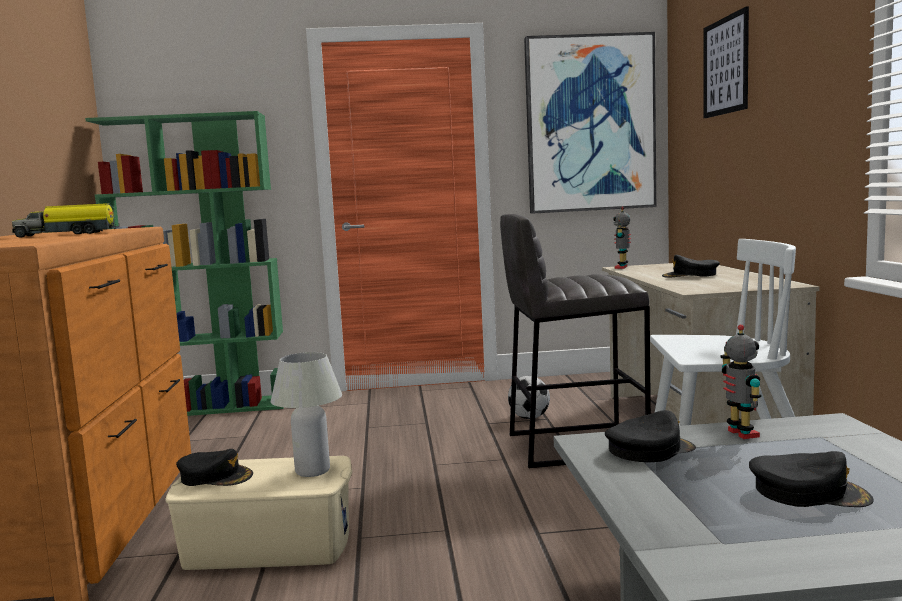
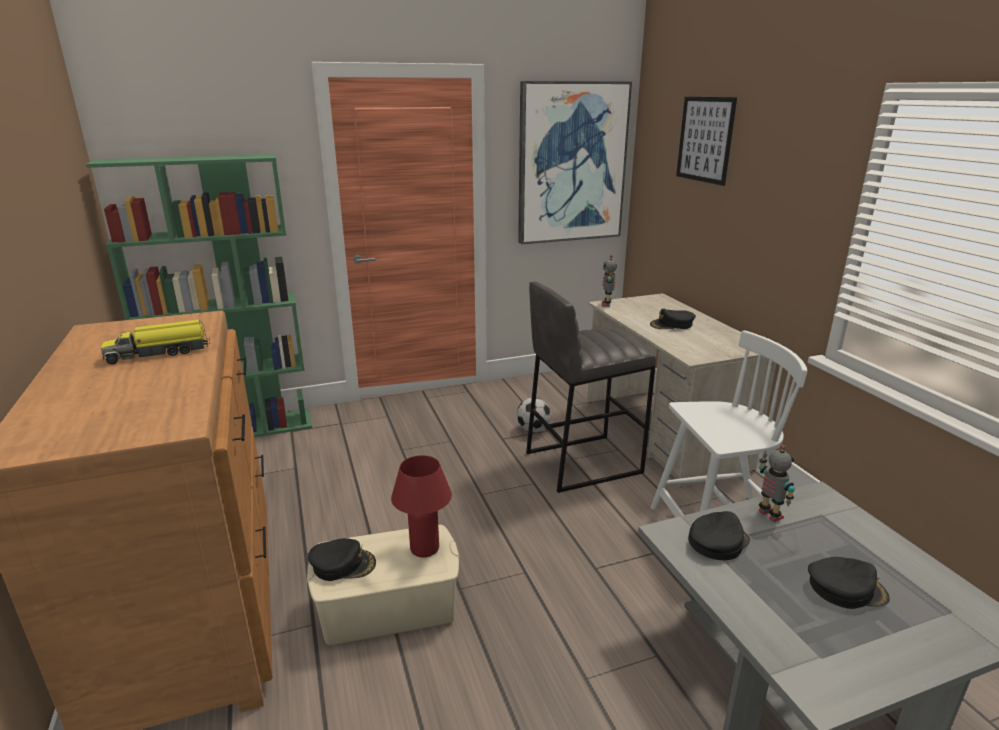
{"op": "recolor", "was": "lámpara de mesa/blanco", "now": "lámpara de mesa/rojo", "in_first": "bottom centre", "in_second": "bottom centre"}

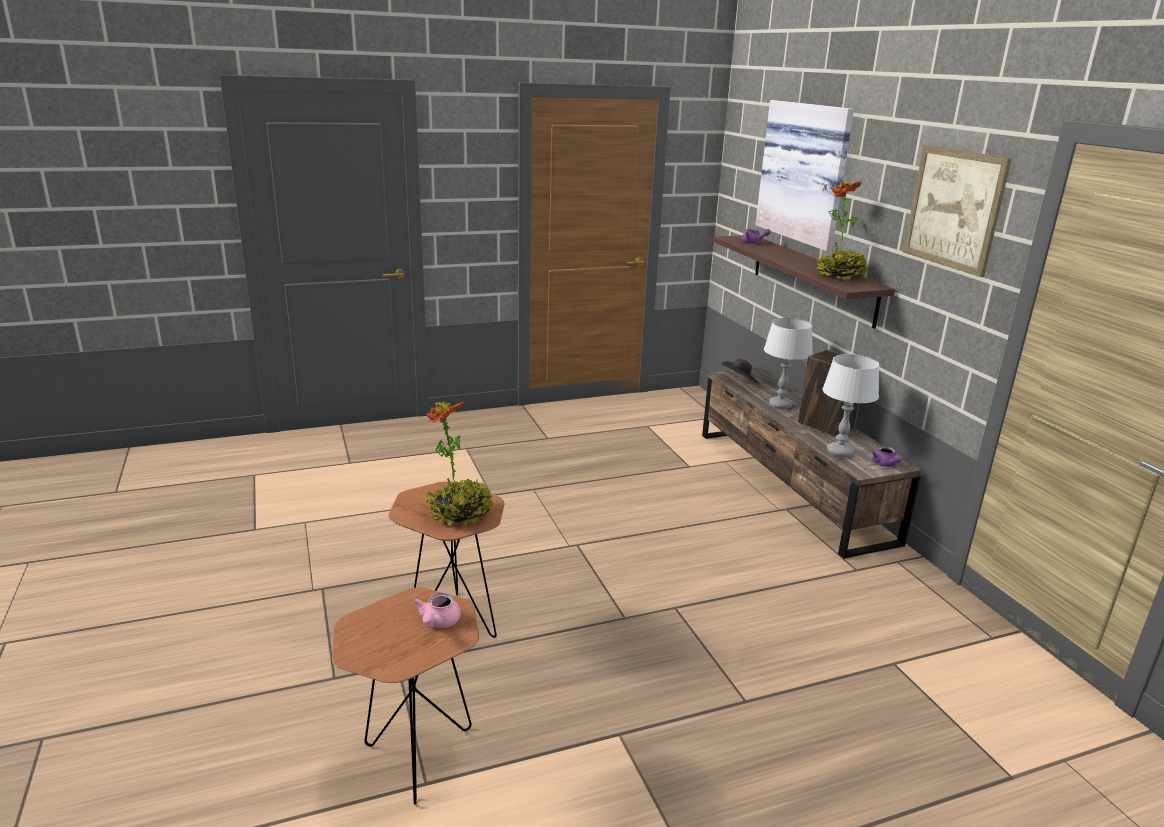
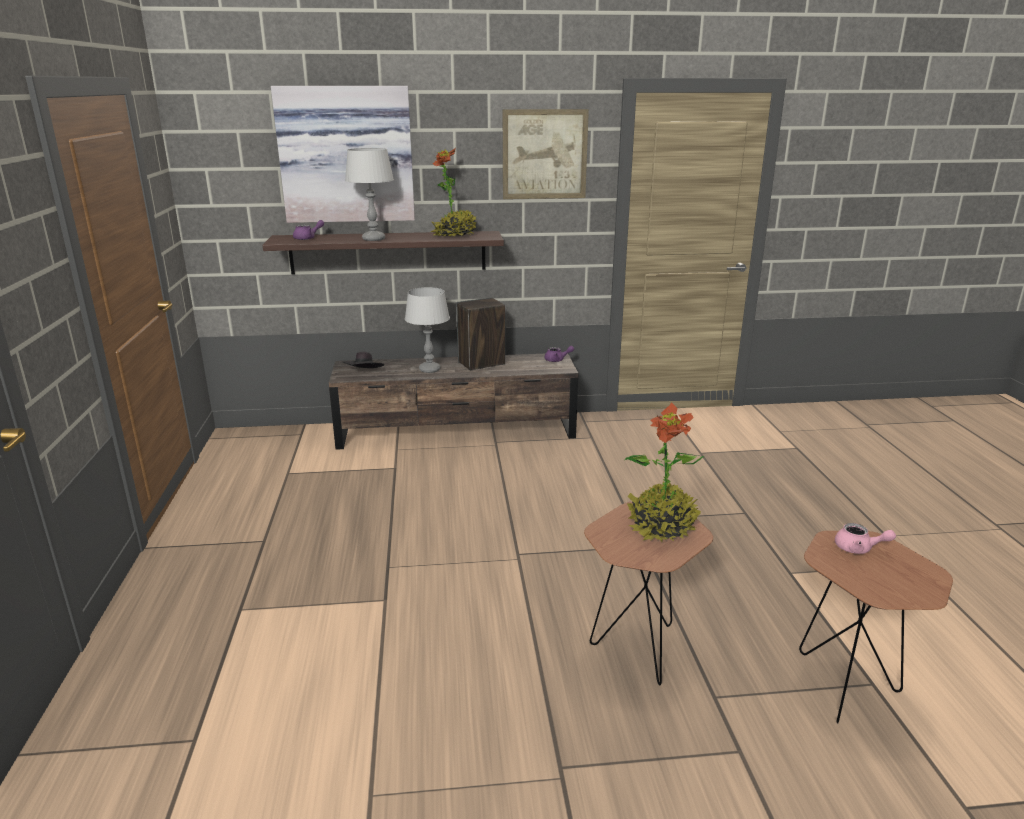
{"op": "move", "was": "lámpara de mesa/gris (2nd from left in the first image)", "now": "lámpara de mesa/gris (1st from left)", "in_first": "middle right", "in_second": "top centre"}

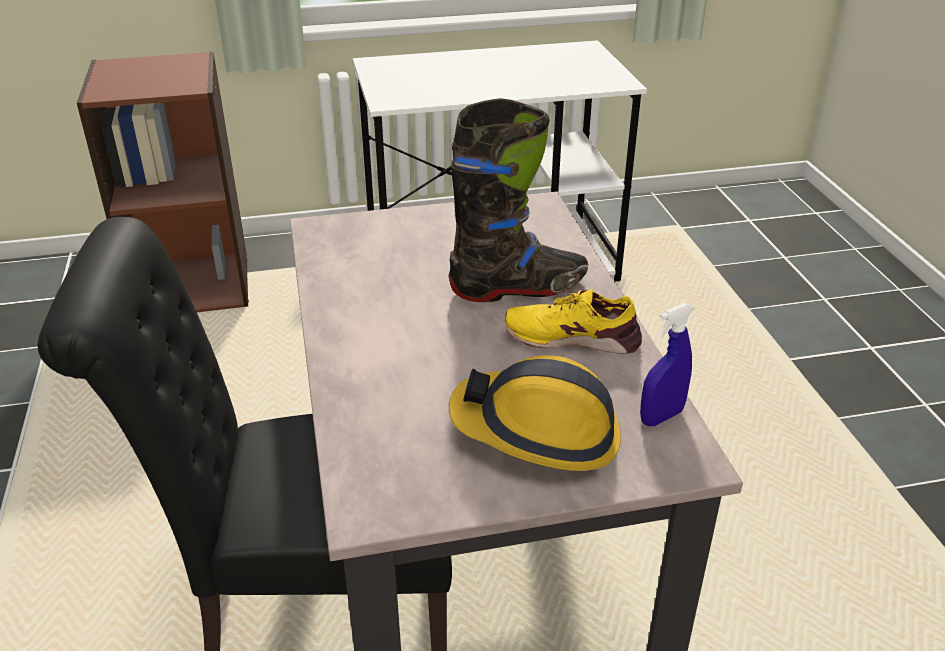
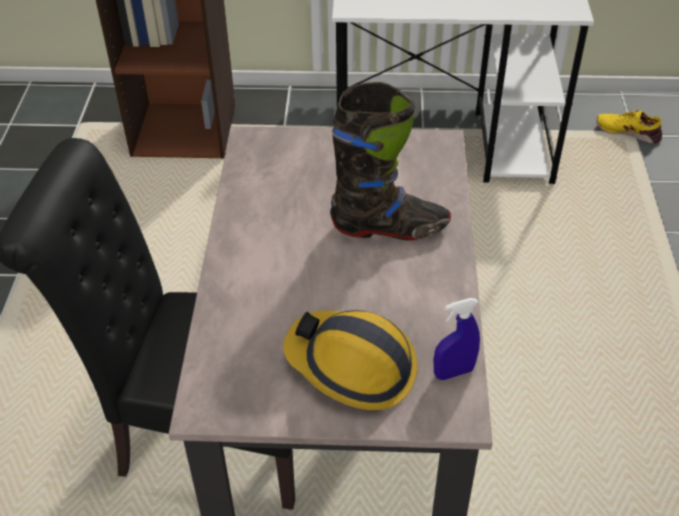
{"op": "move", "was": "zapato/amarillo", "in_first": "centre", "in_second": "top right"}

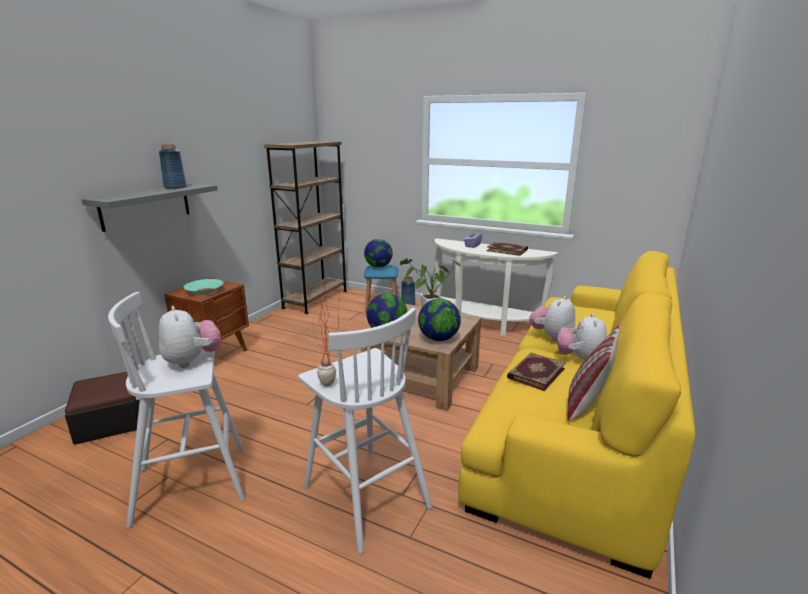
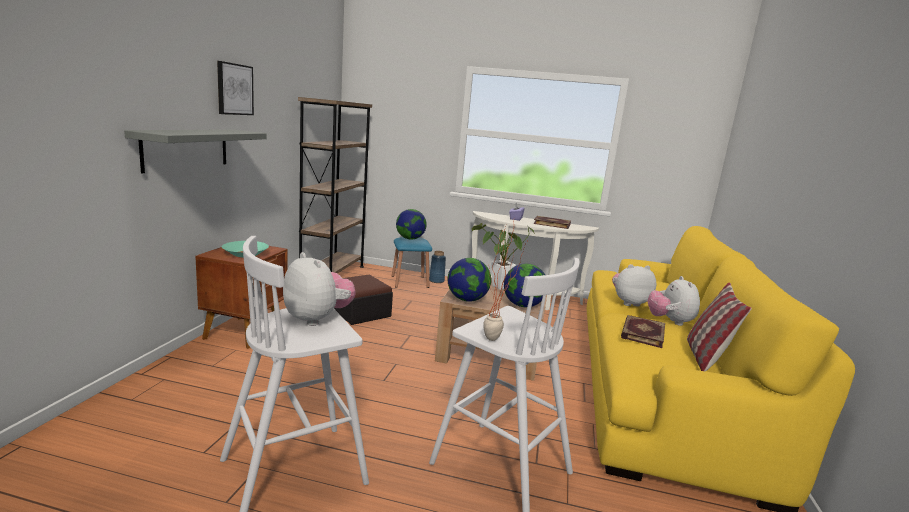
{"op": "delete", "was": "florero/azul (1st from left)", "in_first": "top left"}
{"op": "insert", "now": "cuadro", "in_second": "top left"}
{"op": "move", "was": "puf", "in_first": "bottom left", "in_second": "centre"}
{"op": "rotate", "was": "peluche (2nd from left)", "in_first": "middle right", "in_second": "middle right", "clockwise": 60}

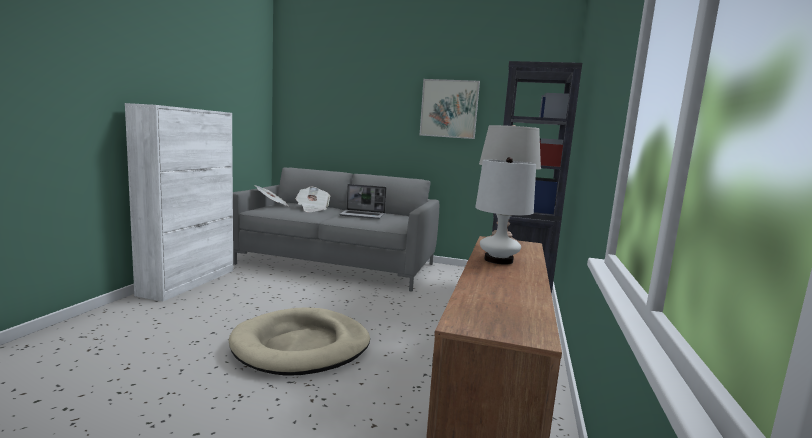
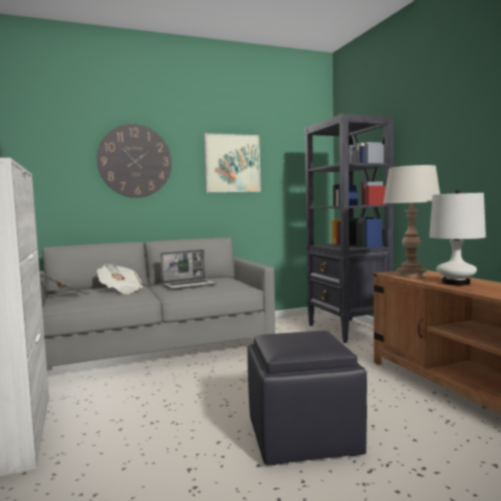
{"op": "insert", "now": "reloj de pared", "in_second": "top left"}
{"op": "replace", "was": "cama para perro/beis", "now": "puf/negro", "in_first": "bottom centre", "in_second": "bottom centre"}

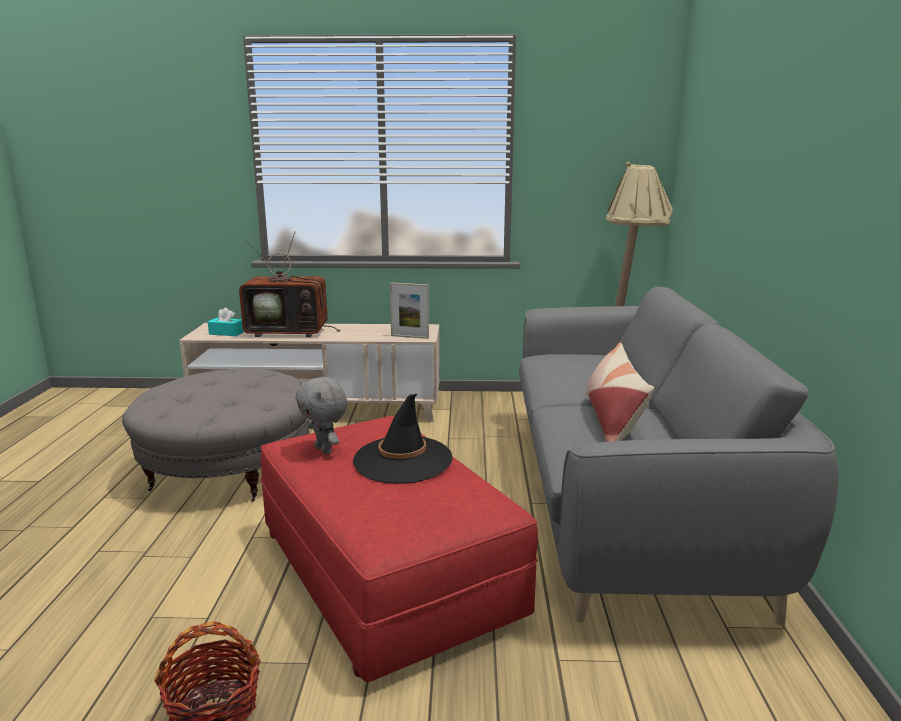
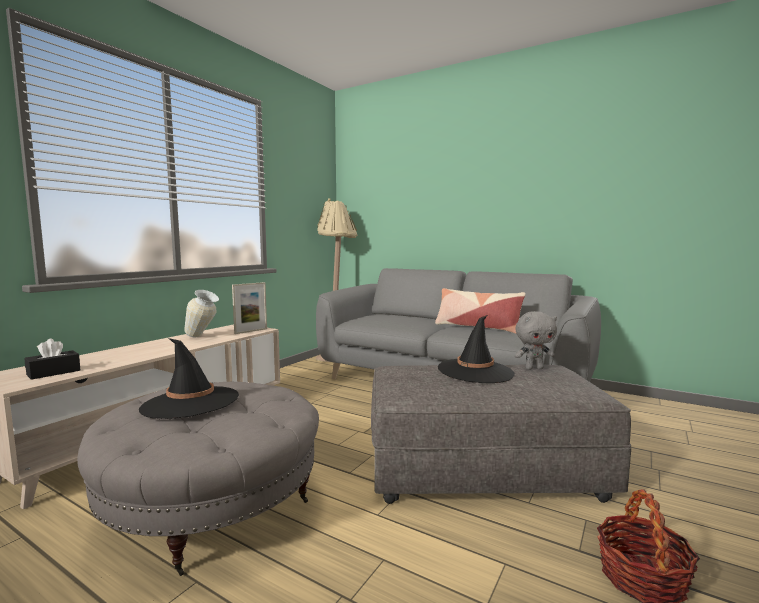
{"op": "delete", "was": "televisor", "in_first": "middle left"}
{"op": "insert", "now": "sombrero/negro (1st from left)", "in_second": "middle left"}
{"op": "insert", "now": "florero", "in_second": "middle left"}
{"op": "move", "was": "peluche/gris", "in_first": "centre", "in_second": "middle right"}
{"op": "recolor", "was": "caja de pañuelos/turquesa", "now": "caja de pañuelos/negro", "in_first": "middle left", "in_second": "middle left"}
{"op": "recolor", "was": "puf/rojo", "now": "puf/gris (2nd from left)", "in_first": "bottom centre", "in_second": "bottom centre"}

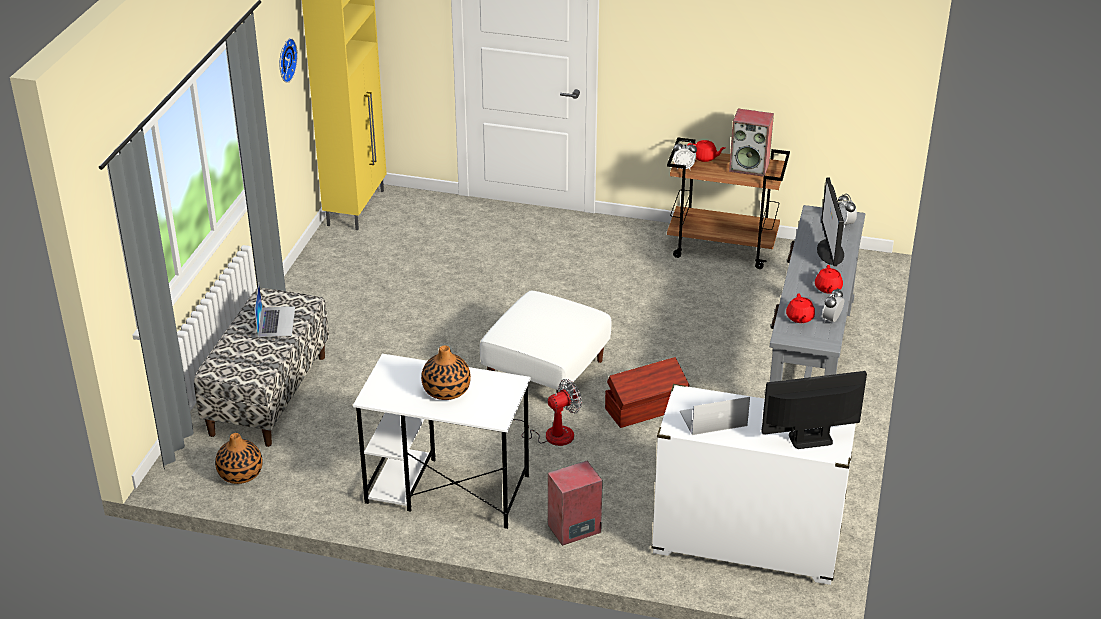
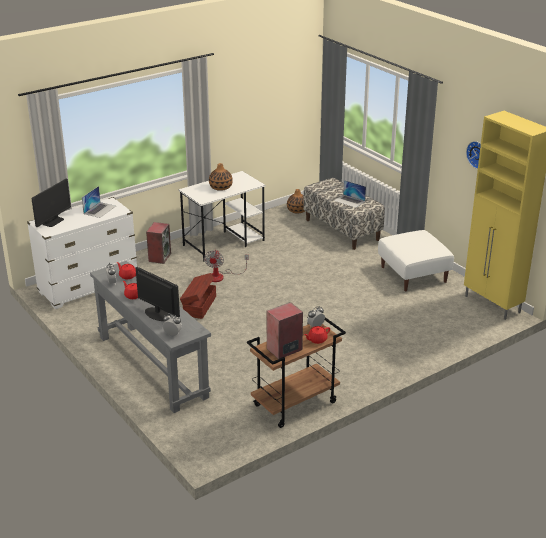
{"op": "move", "was": "puf/blanco", "in_first": "centre", "in_second": "middle right"}

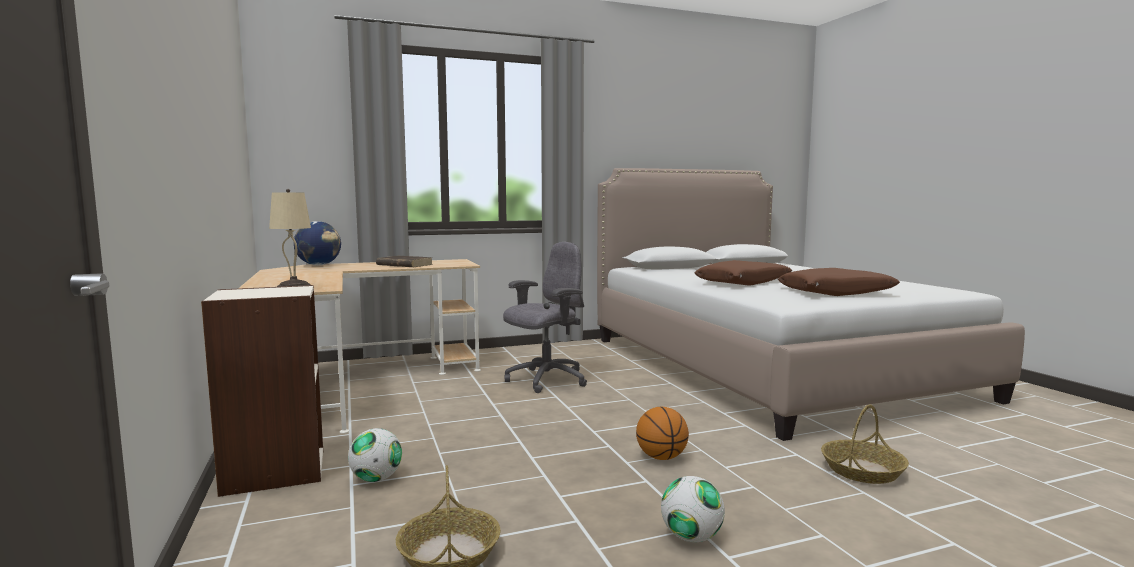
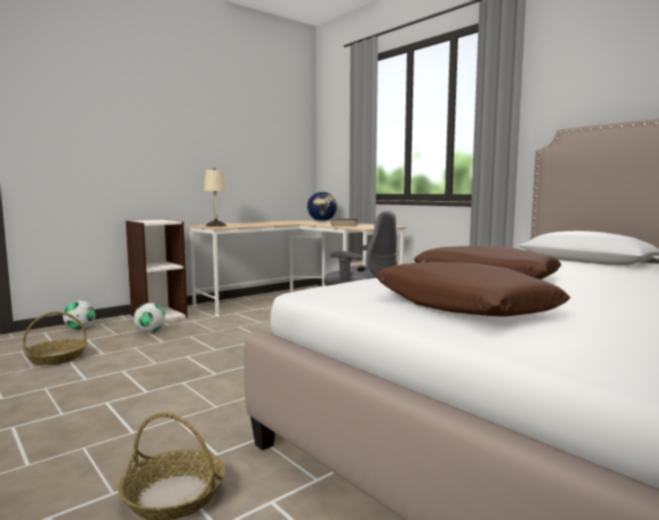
{"op": "delete", "was": "balón de baloncesto", "in_first": "bottom centre"}
{"op": "move", "was": "balón de fútbol (2nd from left in the first image)", "now": "balón de fútbol (1st from left)", "in_first": "bottom centre", "in_second": "middle left"}

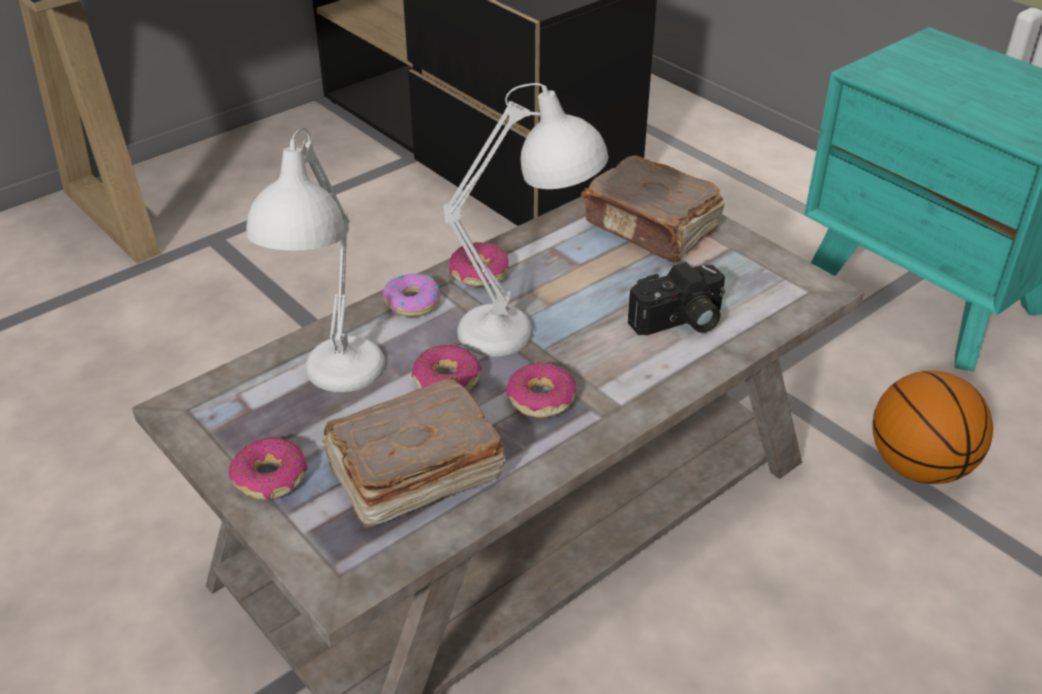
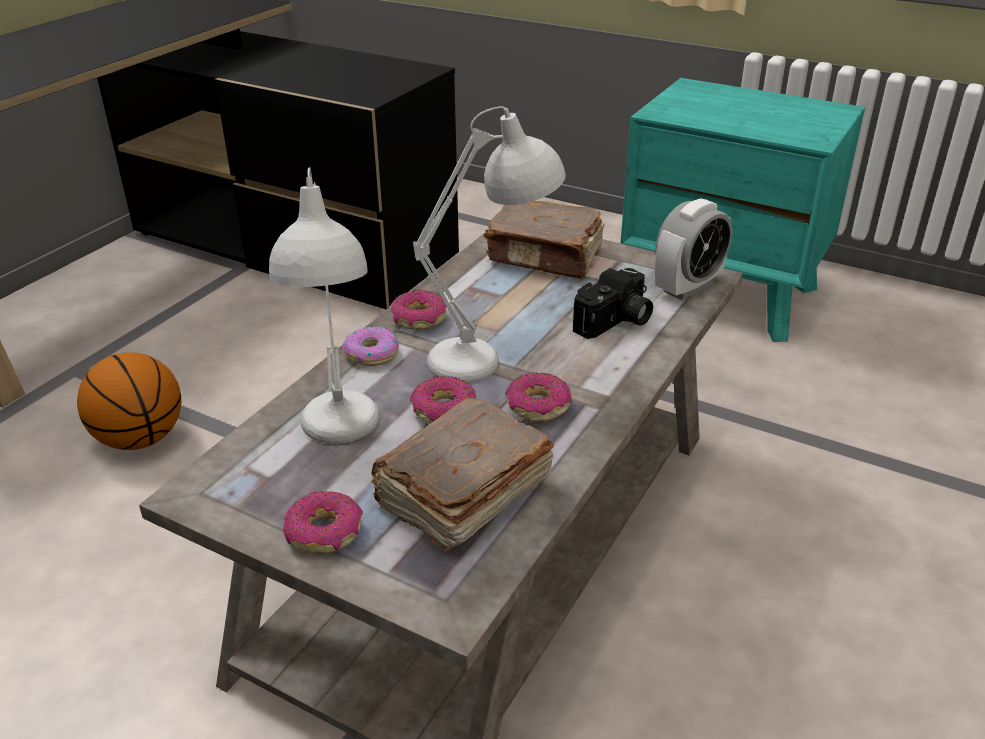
{"op": "insert", "now": "despertador", "in_second": "middle right"}
{"op": "move", "was": "balón de baloncesto", "in_first": "middle right", "in_second": "middle left"}

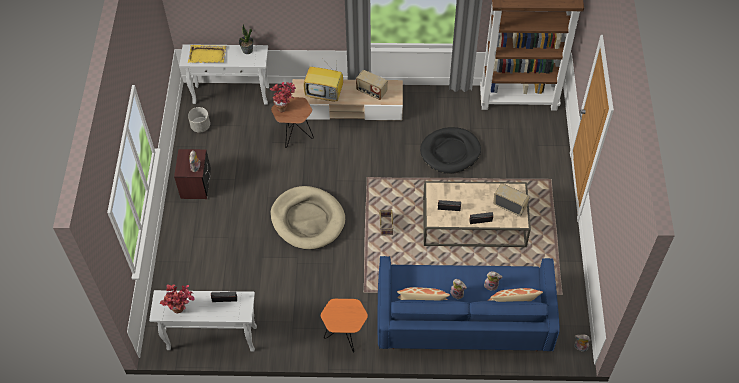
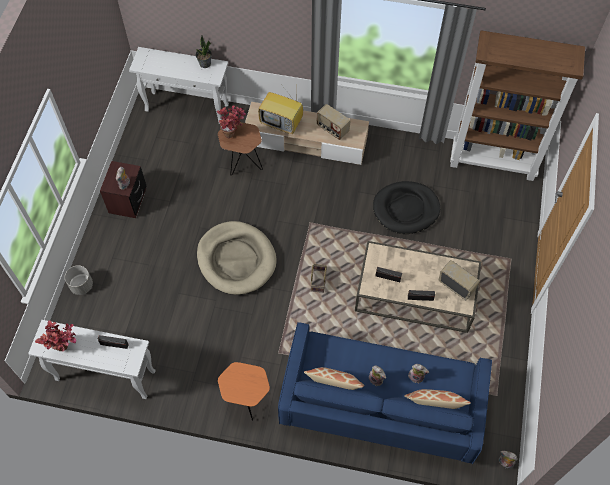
{"op": "delete", "was": "bandeja/amarillo", "in_first": "top left"}
{"op": "move", "was": "maceta/gris", "in_first": "top left", "in_second": "middle left"}

